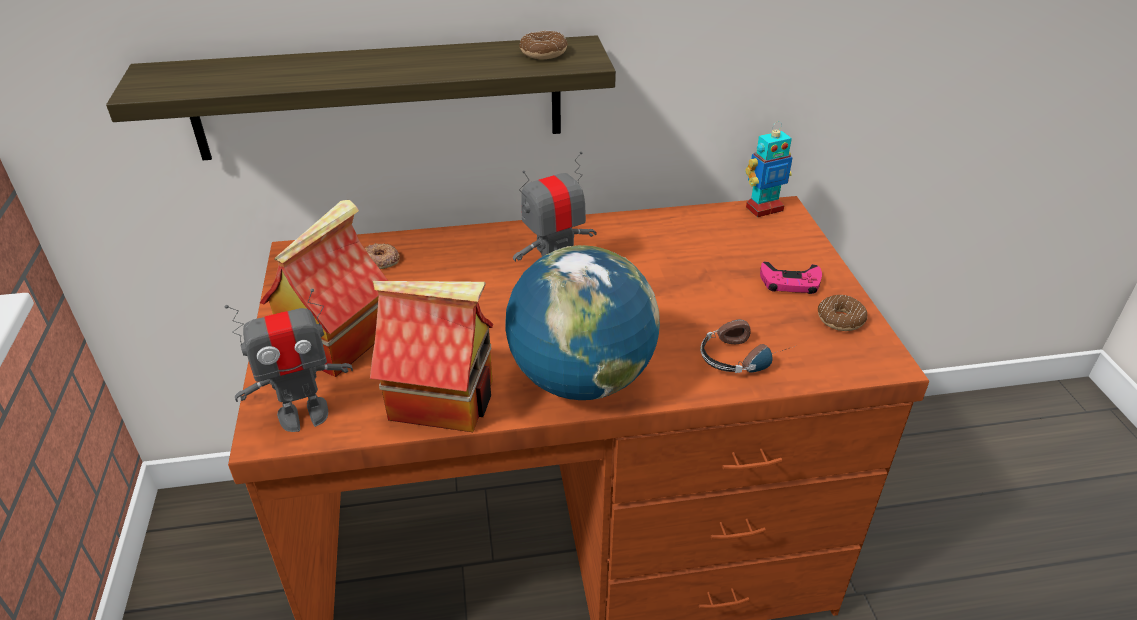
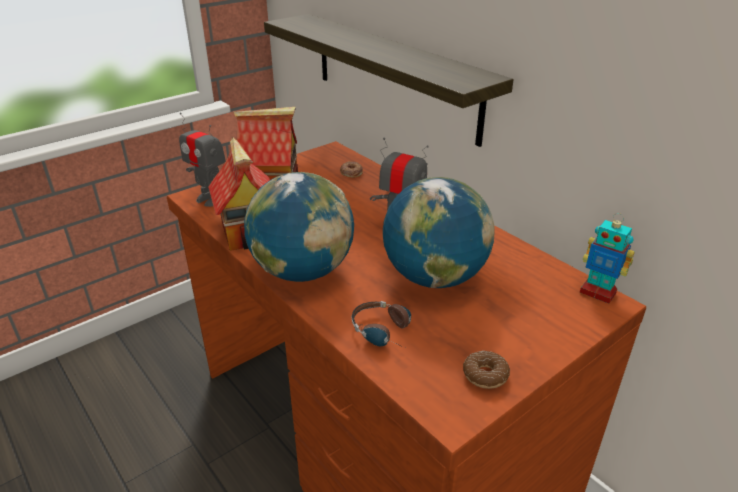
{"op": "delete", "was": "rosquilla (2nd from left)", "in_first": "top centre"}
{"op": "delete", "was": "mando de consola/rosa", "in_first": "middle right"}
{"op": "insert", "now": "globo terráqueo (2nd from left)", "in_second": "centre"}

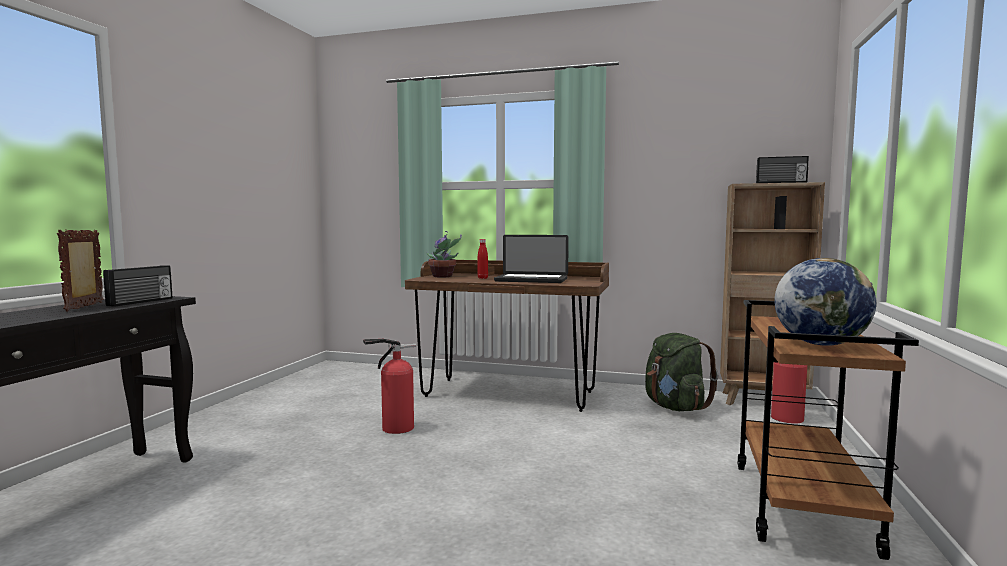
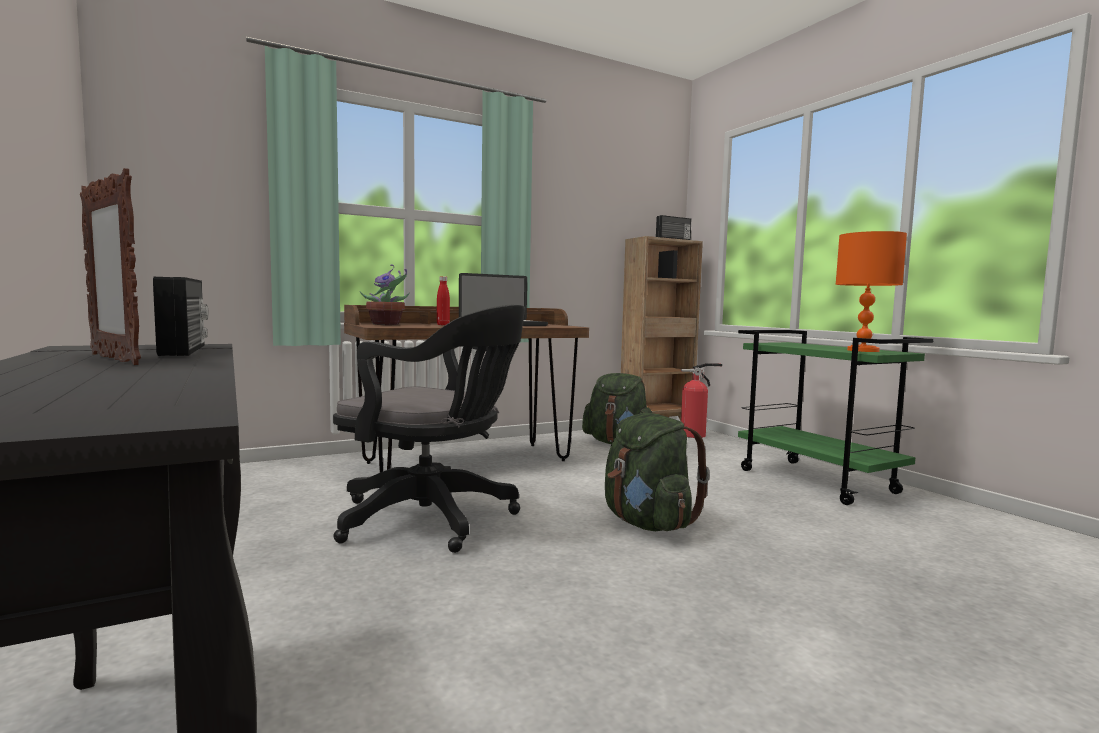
{"op": "insert", "now": "mochila/verde (2nd from left)", "in_second": "centre"}
{"op": "replace", "was": "extintor (1st from left)", "now": "silla de oficina/negro", "in_first": "bottom centre", "in_second": "centre"}
{"op": "replace", "was": "globo terráqueo", "now": "lámpara de mesa/naranja", "in_first": "middle right", "in_second": "middle right"}
{"op": "recolor", "was": "carrito/marrón", "now": "carrito/verde", "in_first": "bottom right", "in_second": "middle right"}

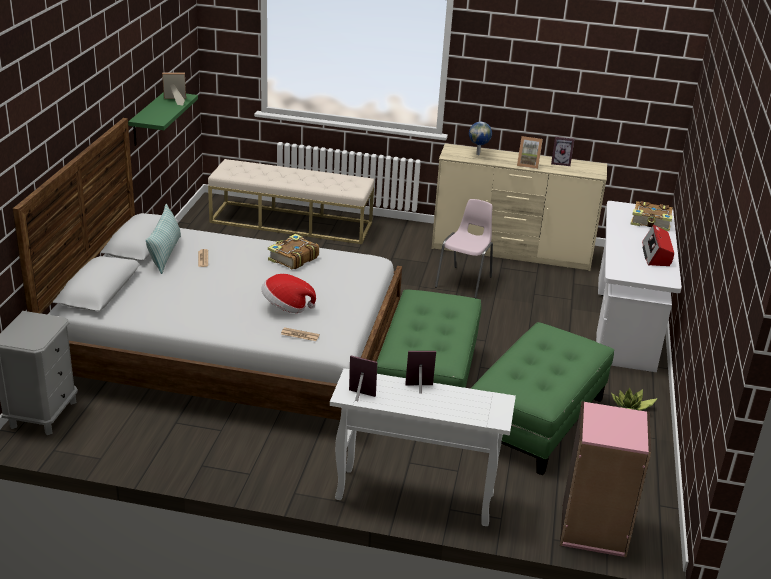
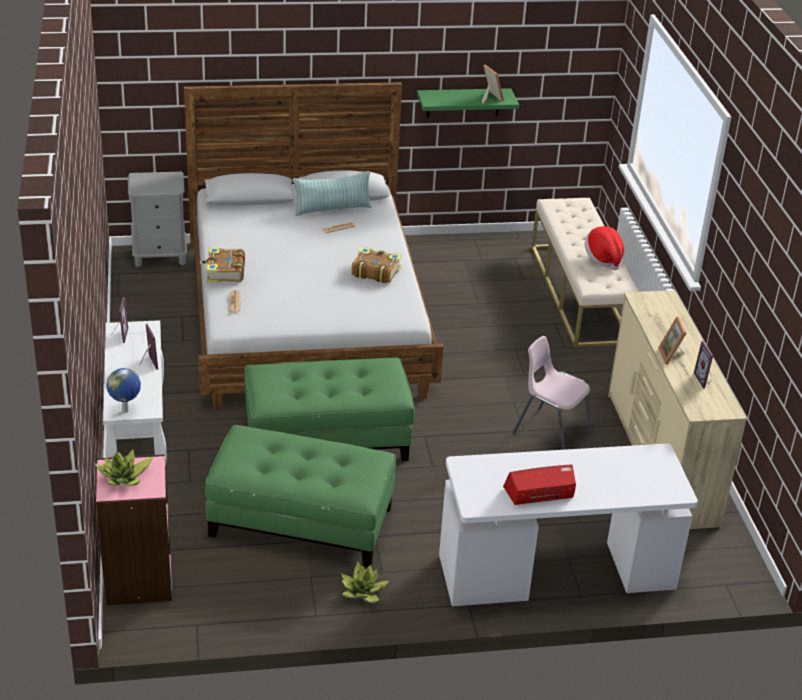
{"op": "insert", "now": "planta en maceta (1st from left)", "in_second": "bottom left"}
{"op": "move", "was": "sombrero", "in_first": "centre", "in_second": "middle right"}
{"op": "move", "was": "globo terráqueo", "in_first": "top centre", "in_second": "middle left"}
{"op": "move", "was": "libro (2nd from left in the first image)", "now": "libro (1st from left)", "in_first": "middle right", "in_second": "middle left"}
{"op": "rotate", "was": "silla/rosa", "in_first": "centre", "in_second": "middle right", "clockwise": -150}

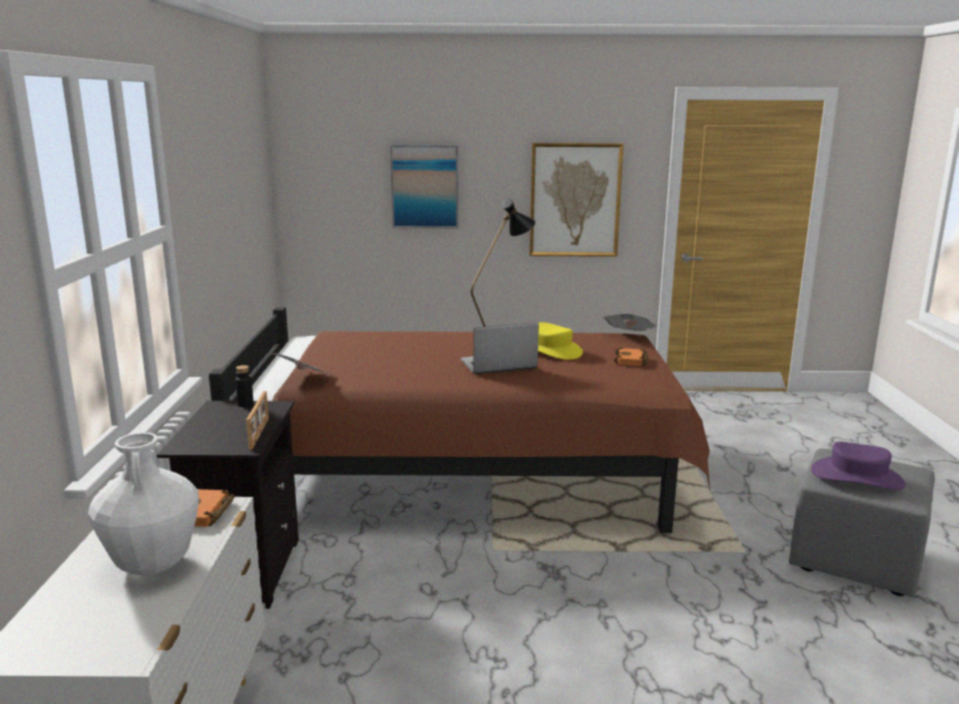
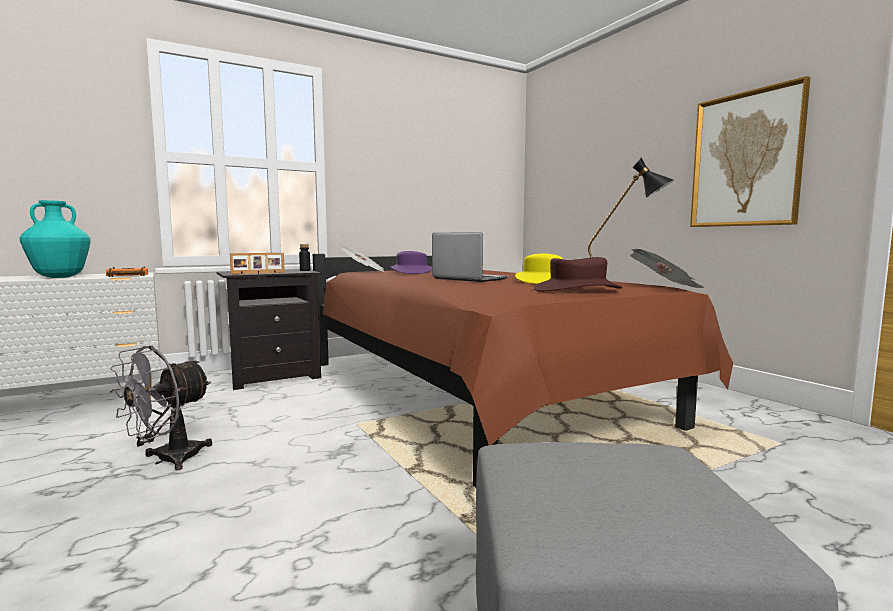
{"op": "delete", "was": "cuadro (1st from left)", "in_first": "top centre"}
{"op": "insert", "now": "ventilador/gris", "in_second": "bottom left"}
{"op": "move", "was": "sombrero/morado", "in_first": "middle right", "in_second": "centre"}
{"op": "replace", "was": "libro/naranja (2nd from left)", "now": "sombrero/marrón", "in_first": "centre", "in_second": "centre"}
{"op": "recolor", "was": "florero/blanco", "now": "florero/turquesa", "in_first": "bottom left", "in_second": "middle left"}

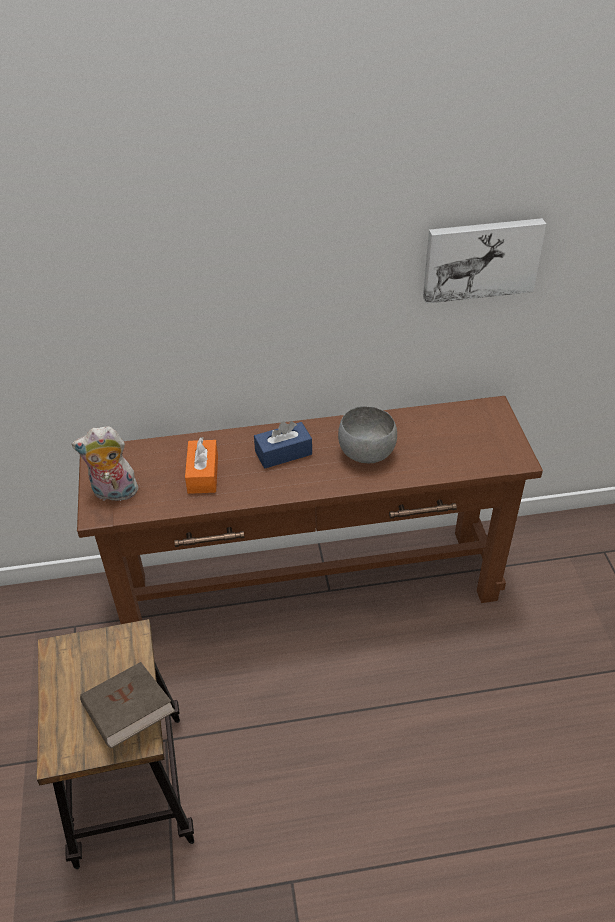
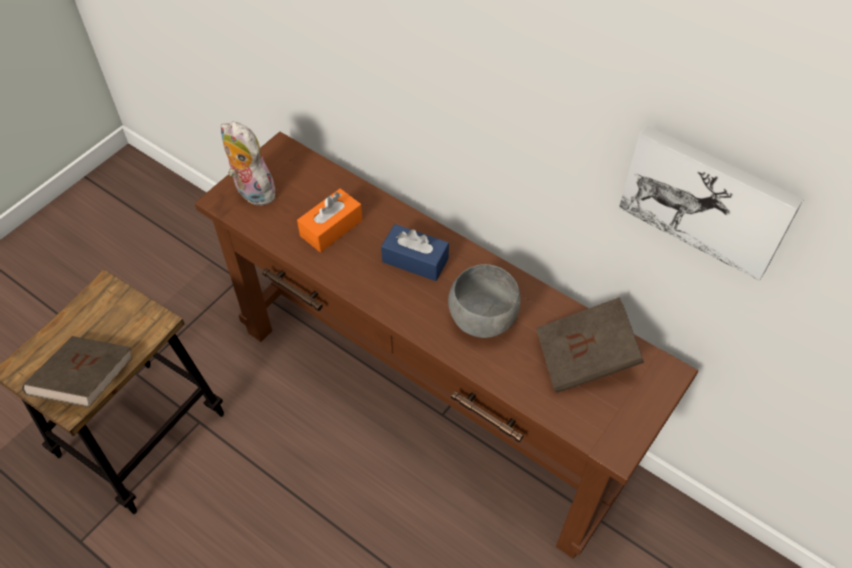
{"op": "insert", "now": "libro/marrón (2nd from left)", "in_second": "middle right"}

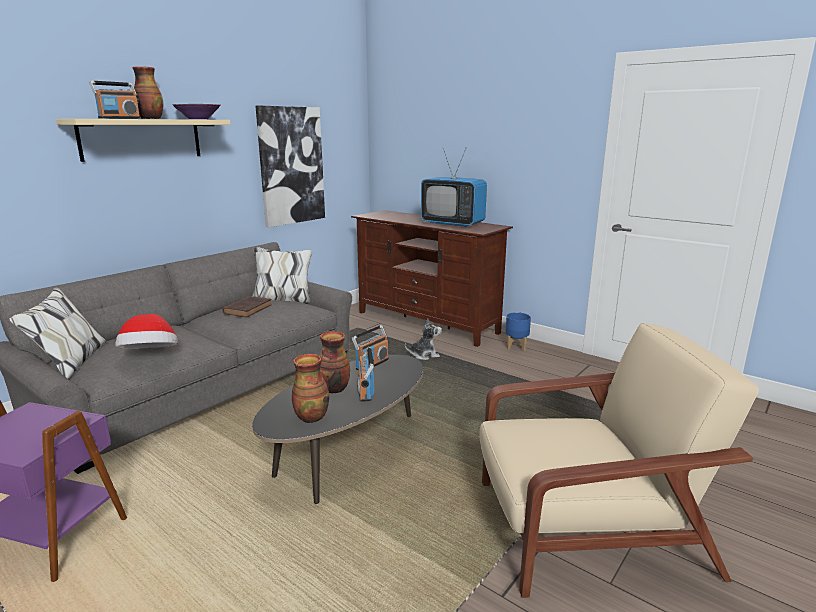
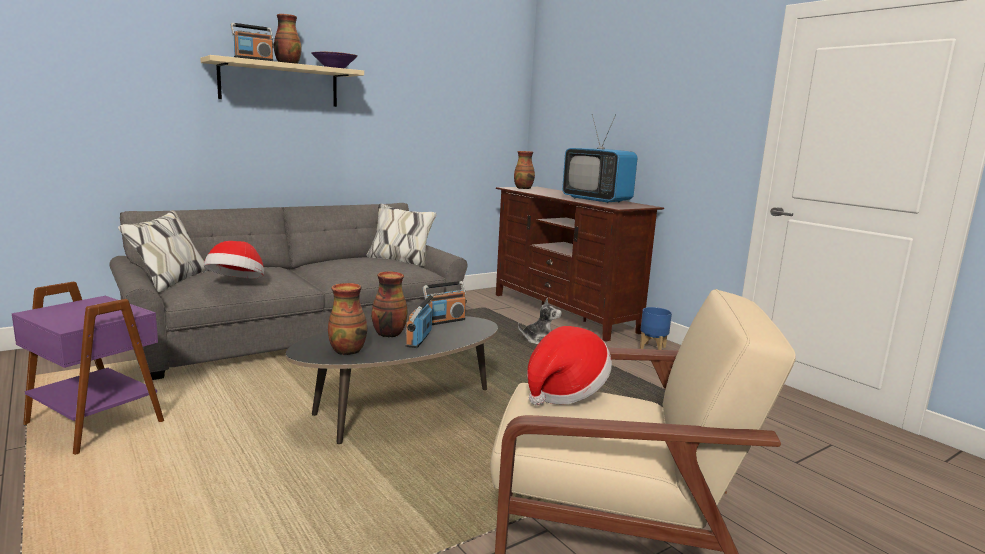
{"op": "delete", "was": "libro/marrón", "in_first": "middle left"}
{"op": "delete", "was": "cuadro", "in_first": "top centre"}
{"op": "insert", "now": "florero (4th from left)", "in_second": "top centre"}
{"op": "insert", "now": "sombrero (2nd from left)", "in_second": "centre"}

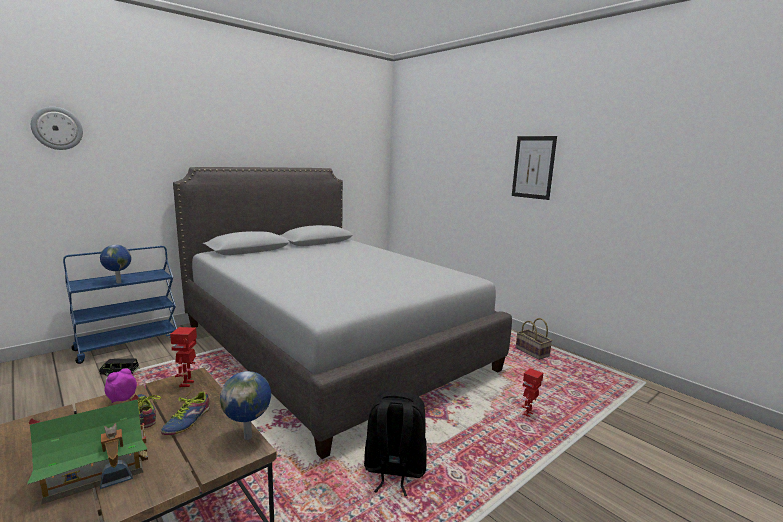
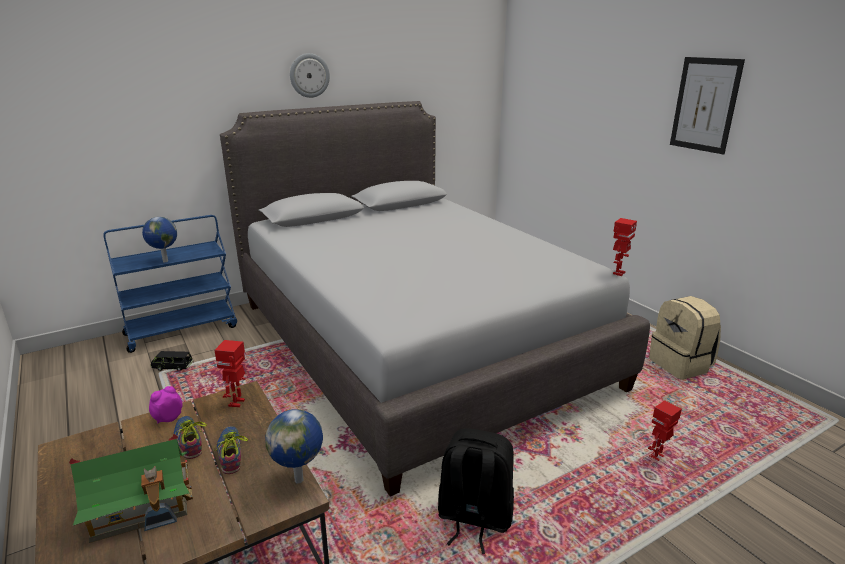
{"op": "insert", "now": "robot de juguete (2nd from left)", "in_second": "middle right"}
{"op": "move", "was": "reloj de pared", "in_first": "top left", "in_second": "top centre"}
{"op": "replace", "was": "cesta", "now": "mochila/beis", "in_first": "middle right", "in_second": "middle right"}
{"op": "rotate", "was": "zapato (2nd from left)", "in_first": "bottom left", "in_second": "bottom left", "clockwise": 135}

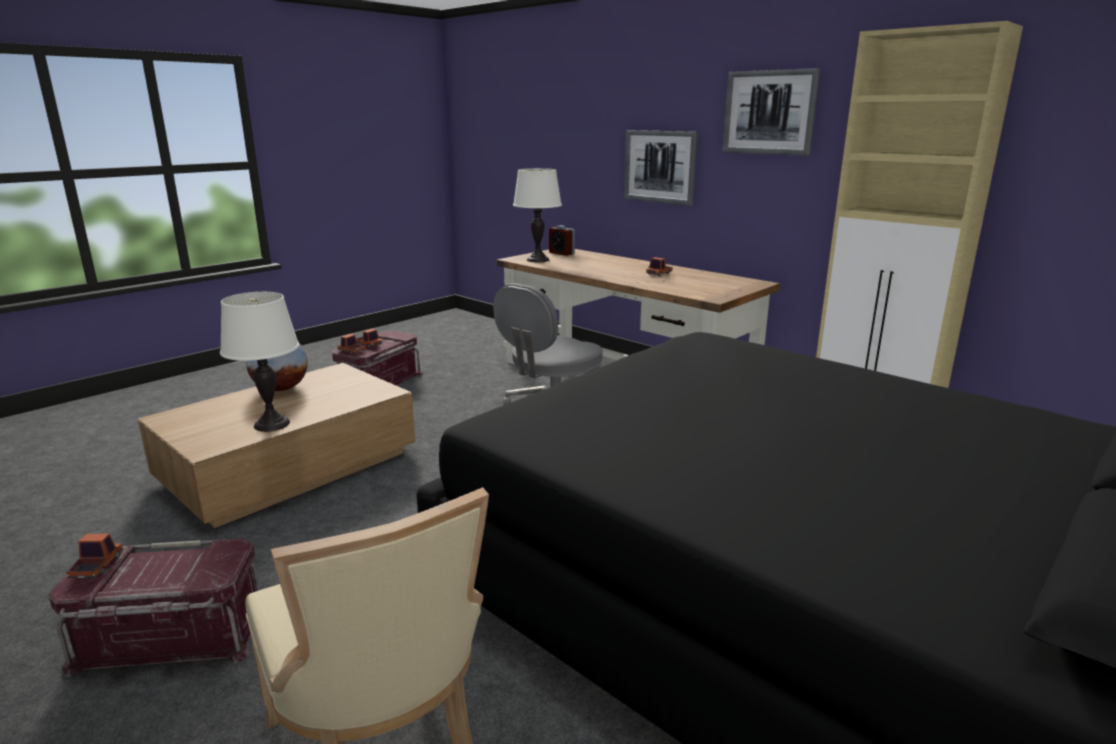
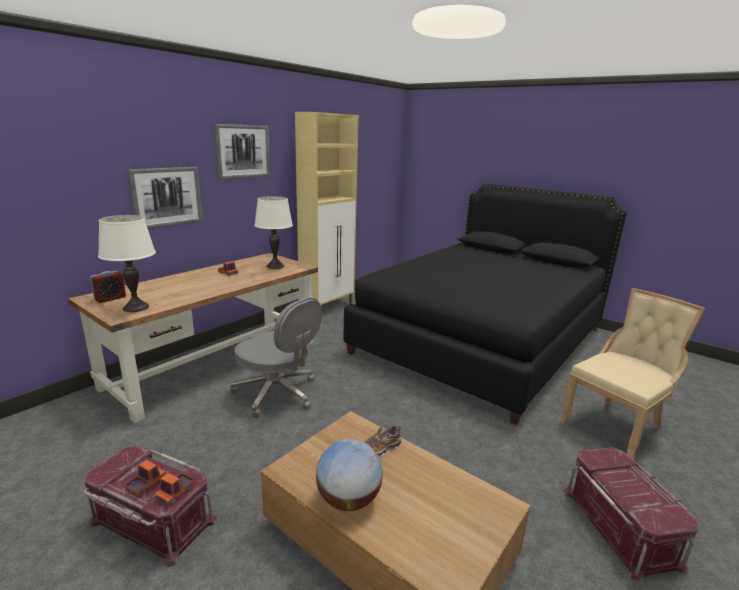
{"op": "delete", "was": "camión de juguete (1st from left)", "in_first": "bottom left"}
{"op": "insert", "now": "zapato", "in_second": "bottom centre"}
{"op": "move", "was": "lámpara de mesa/blanco (1st from left in the first image)", "now": "lámpara de mesa/blanco (2nd from left)", "in_first": "middle left", "in_second": "centre"}

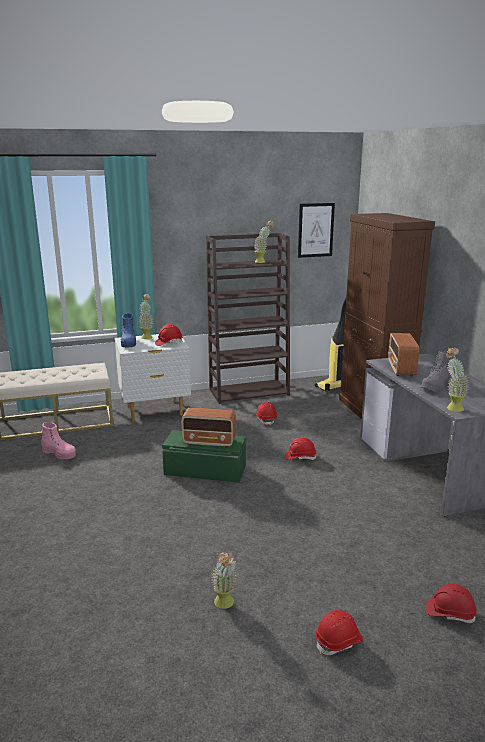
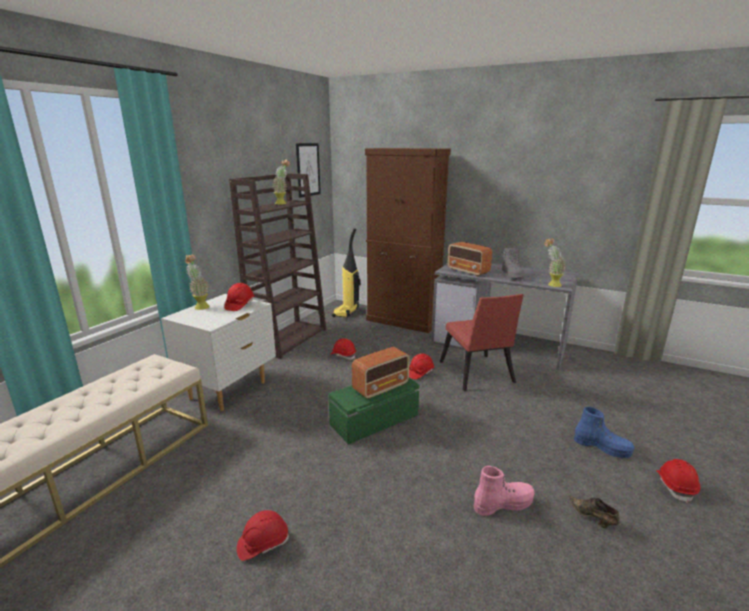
{"op": "insert", "now": "silla/rojo", "in_second": "centre"}
{"op": "move", "was": "bota/rosa", "in_first": "middle left", "in_second": "bottom right"}
{"op": "move", "was": "bota/azul", "in_first": "middle left", "in_second": "bottom right"}
{"op": "move", "was": "casco/rojo (5th from left in the first image)", "now": "casco/rojo (2nd from left)", "in_first": "bottom right", "in_second": "bottom centre"}
{"op": "replace", "was": "planta en maceta (2nd from left)", "now": "zapato/marrón", "in_first": "bottom centre", "in_second": "bottom right"}

